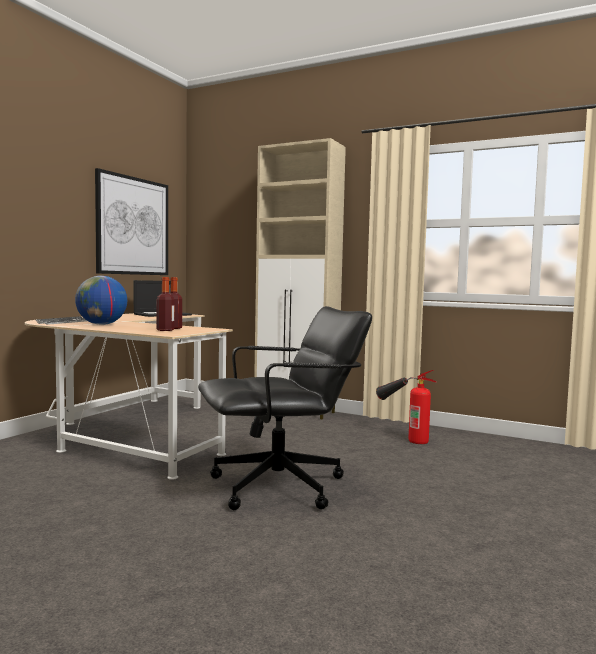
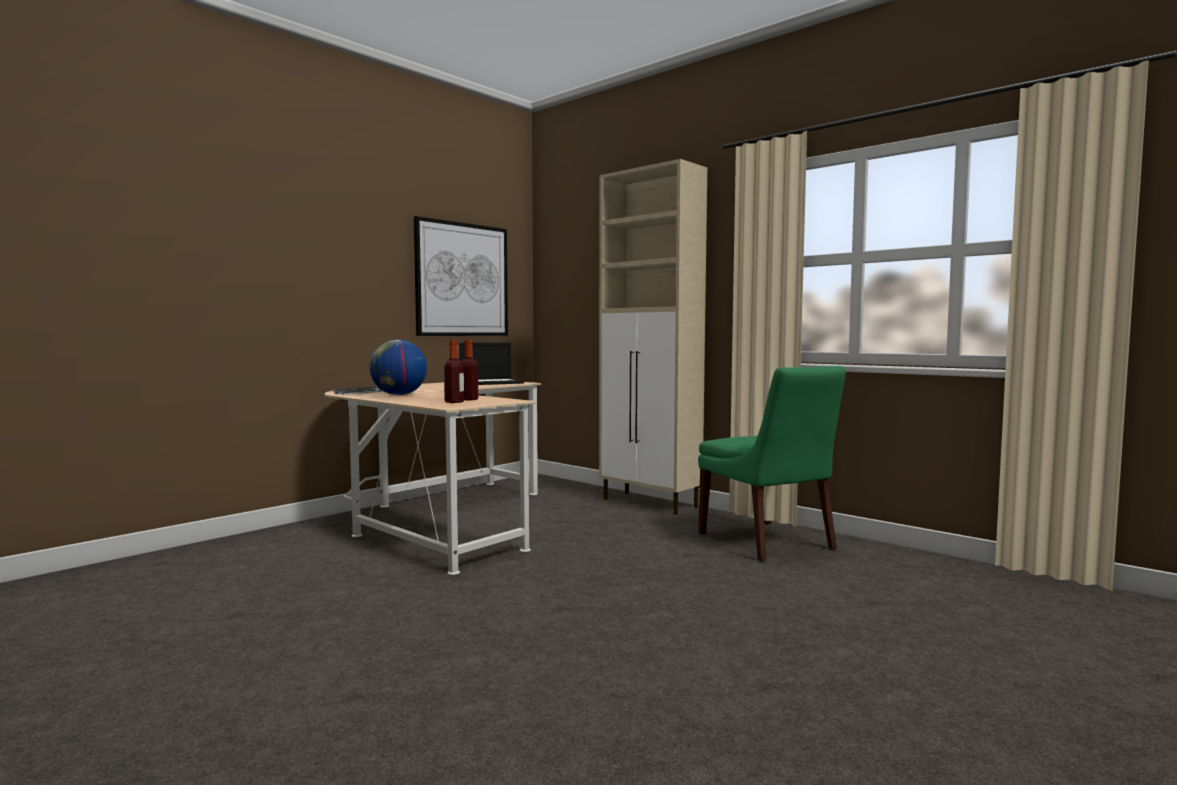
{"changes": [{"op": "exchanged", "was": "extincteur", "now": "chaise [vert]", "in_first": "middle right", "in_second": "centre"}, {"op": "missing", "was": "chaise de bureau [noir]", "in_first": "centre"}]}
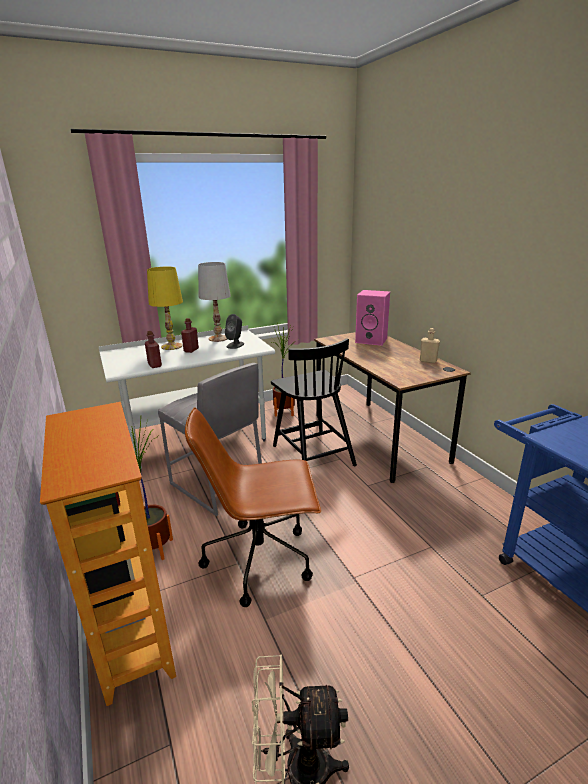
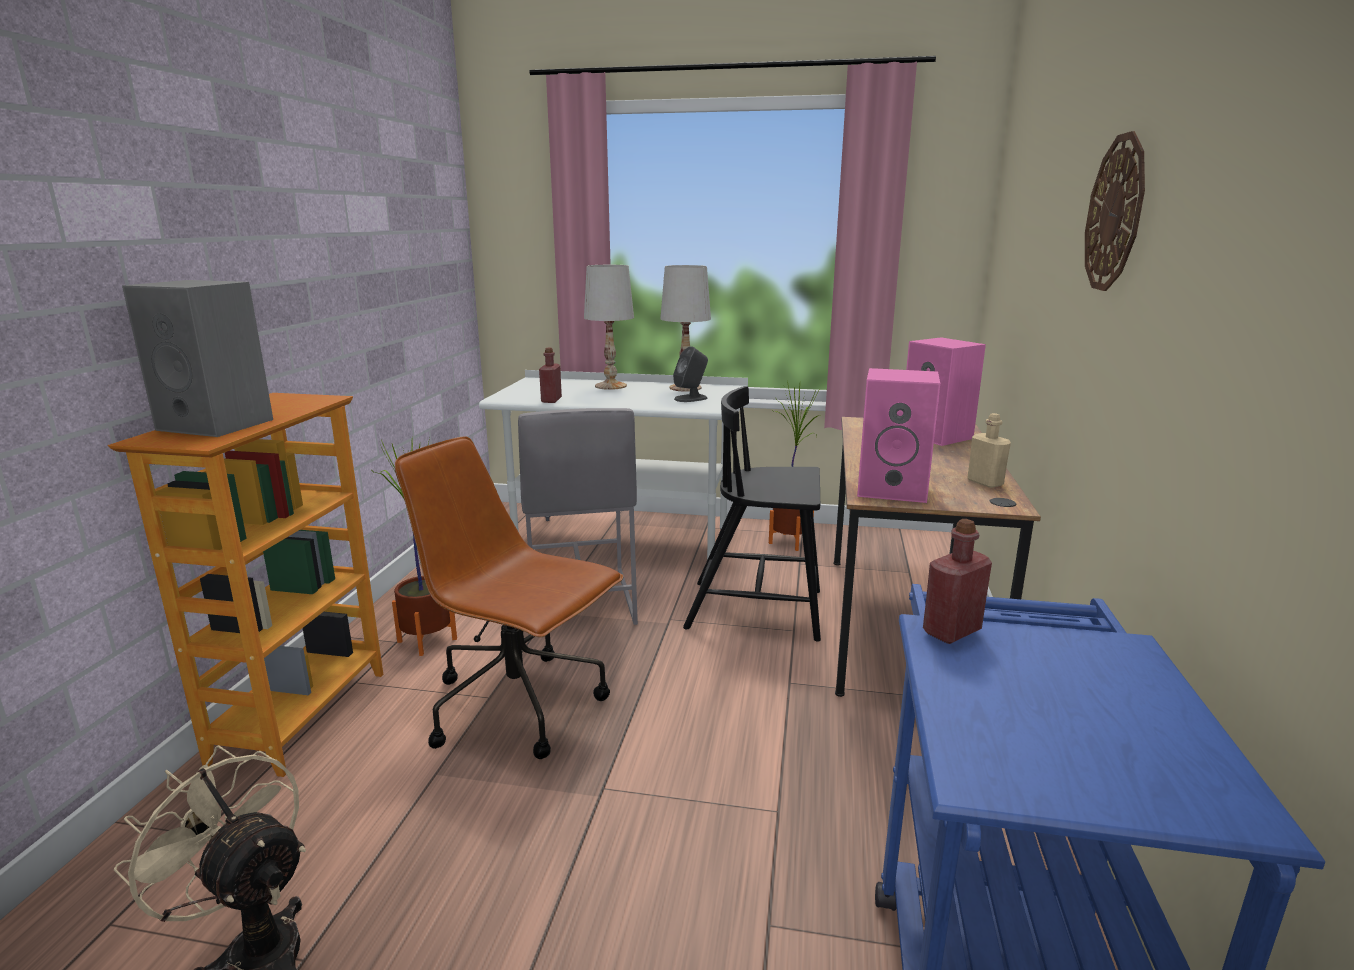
{"changes": [{"op": "appeared", "now": "enceinte [gris] (no. 1 from left)", "in_second": "middle left"}, {"op": "colour", "was": "lampe de table [jaune]", "now": "lampe de table [blanc] (no. 1 from left)", "in_first": "middle left", "in_second": "centre"}, {"op": "spun", "was": "chaise [noir]", "in_first": "centre", "in_second": "centre", "clockwise": 90}, {"op": "appeared", "now": "enceinte [rose] (no. 1 from left)", "in_second": "centre"}, {"op": "relocated", "was": "bouteille [rouge] (no. 2 from left)", "in_first": "middle left", "in_second": "middle right"}, {"op": "appeared", "now": "horloge murale", "in_second": "top right"}]}
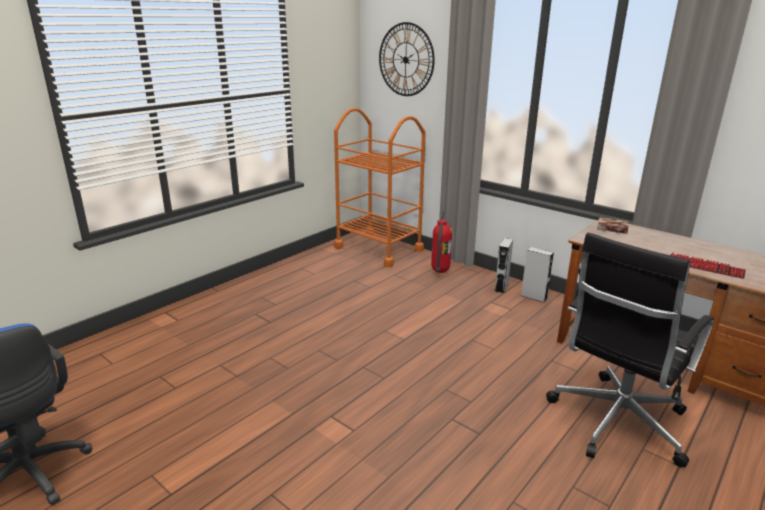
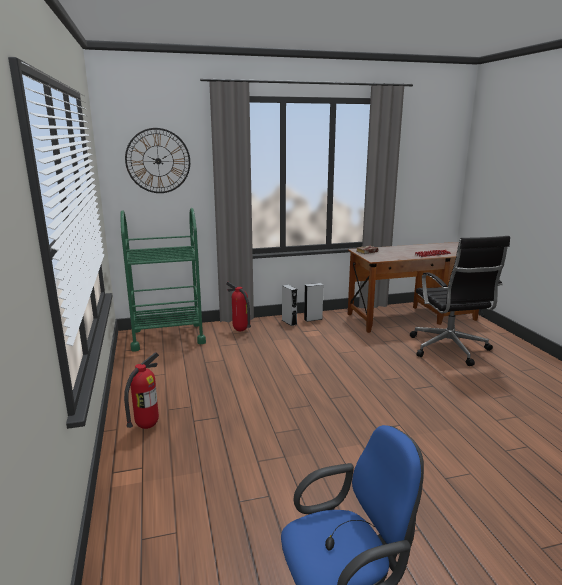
{"changes": [{"op": "colour", "was": "chariot [orange]", "now": "chariot [vert]", "in_first": "centre", "in_second": "middle left"}, {"op": "appeared", "now": "extincteur (no. 1 from left)", "in_second": "bottom left"}]}
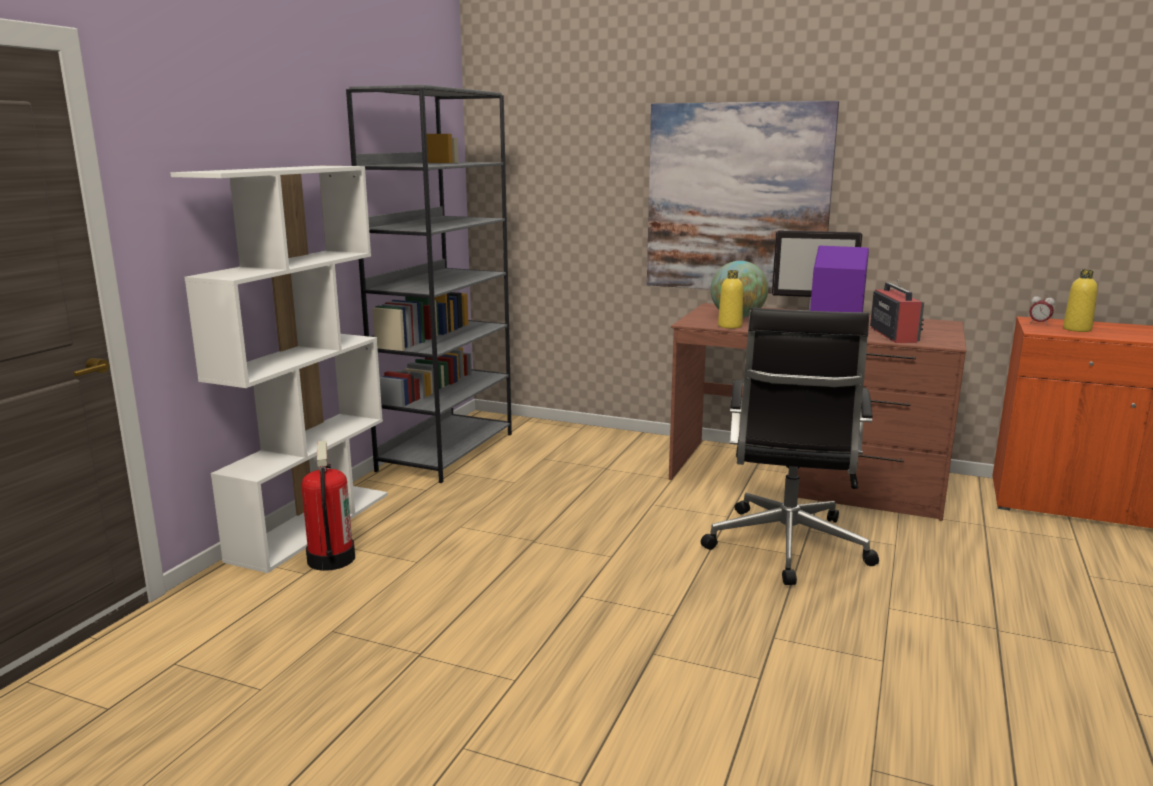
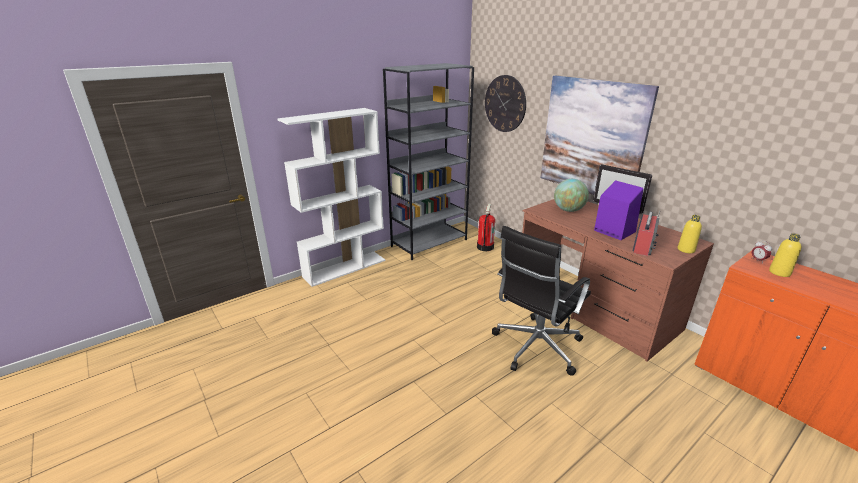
{"changes": [{"op": "relocated", "was": "extincteur", "in_first": "middle left", "in_second": "centre"}, {"op": "appeared", "now": "horloge murale", "in_second": "top centre"}, {"op": "relocated", "was": "bouteille [jaune] (no. 1 from left)", "in_first": "centre", "in_second": "middle right"}]}
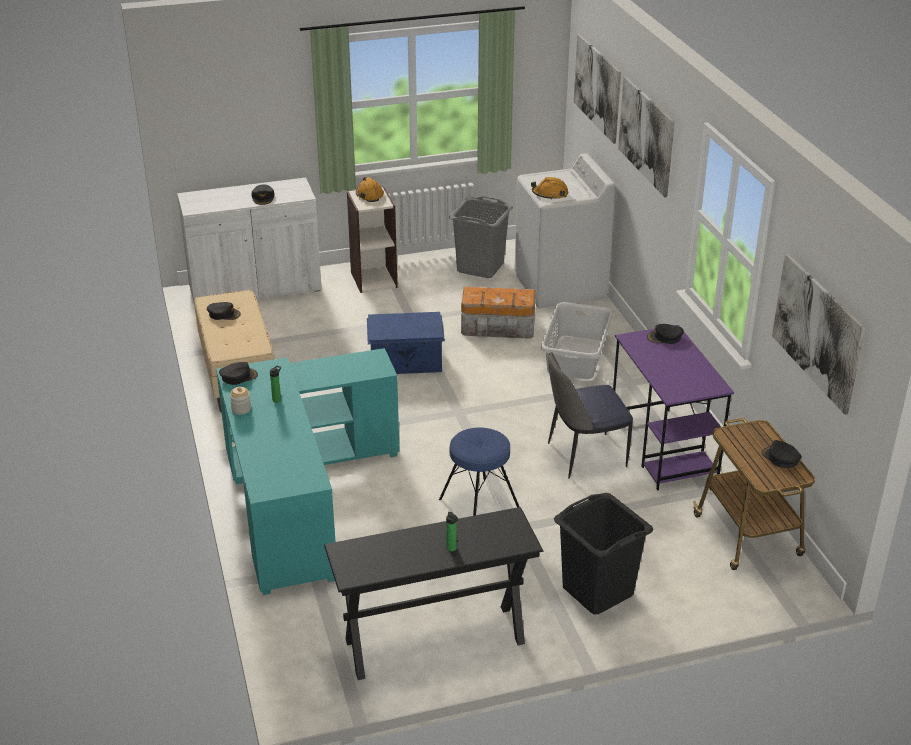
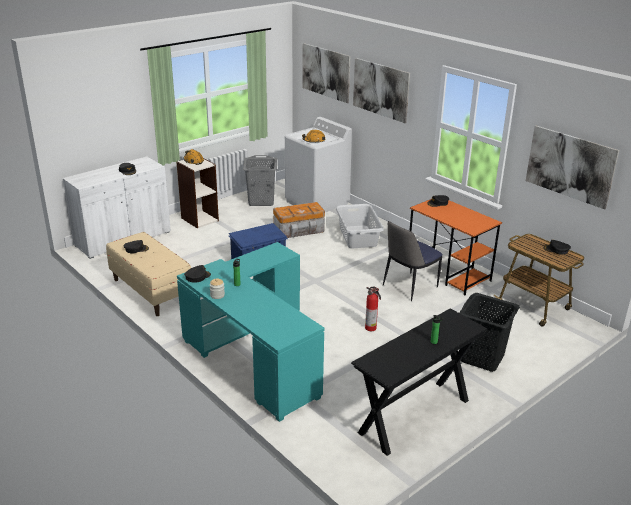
{"changes": [{"op": "exchanged", "was": "tabouret [bleu]", "now": "extincteur", "in_first": "centre", "in_second": "centre"}, {"op": "colour", "was": "bureau [violet]", "now": "bureau [orange]", "in_first": "middle right", "in_second": "middle right"}]}
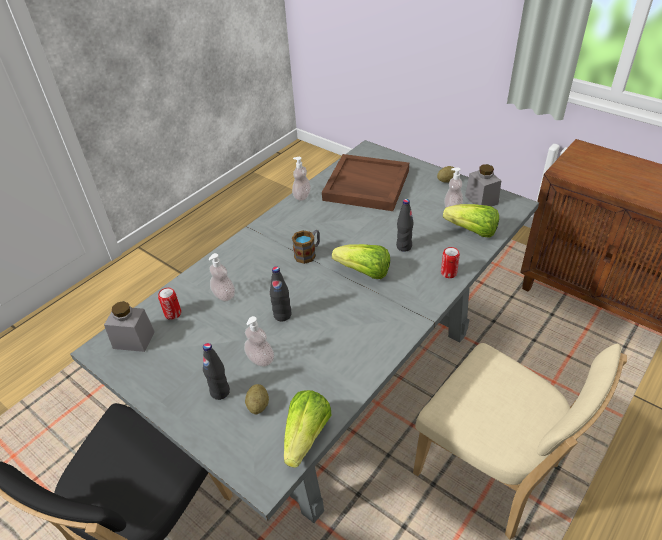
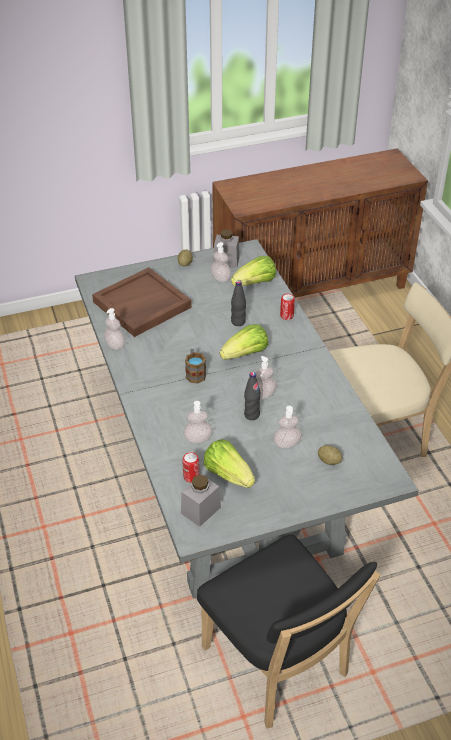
{"changes": [{"op": "relocated", "was": "laitue (no. 1 from left)", "in_first": "bottom centre", "in_second": "centre"}, {"op": "appeared", "now": "distributeur de savon (no. 4 from left)", "in_second": "centre"}, {"op": "missing", "was": "bouteille [noir] (no. 1 from left)", "in_first": "bottom left"}]}
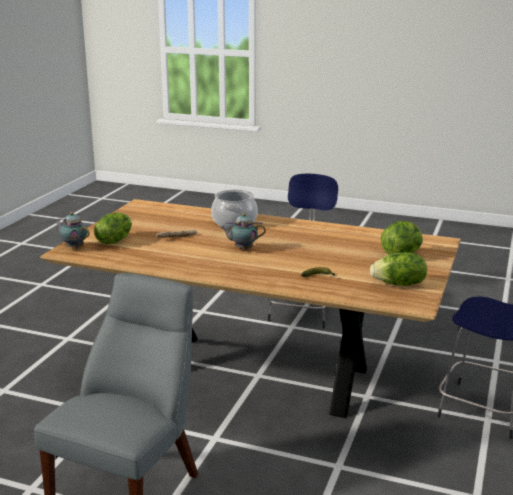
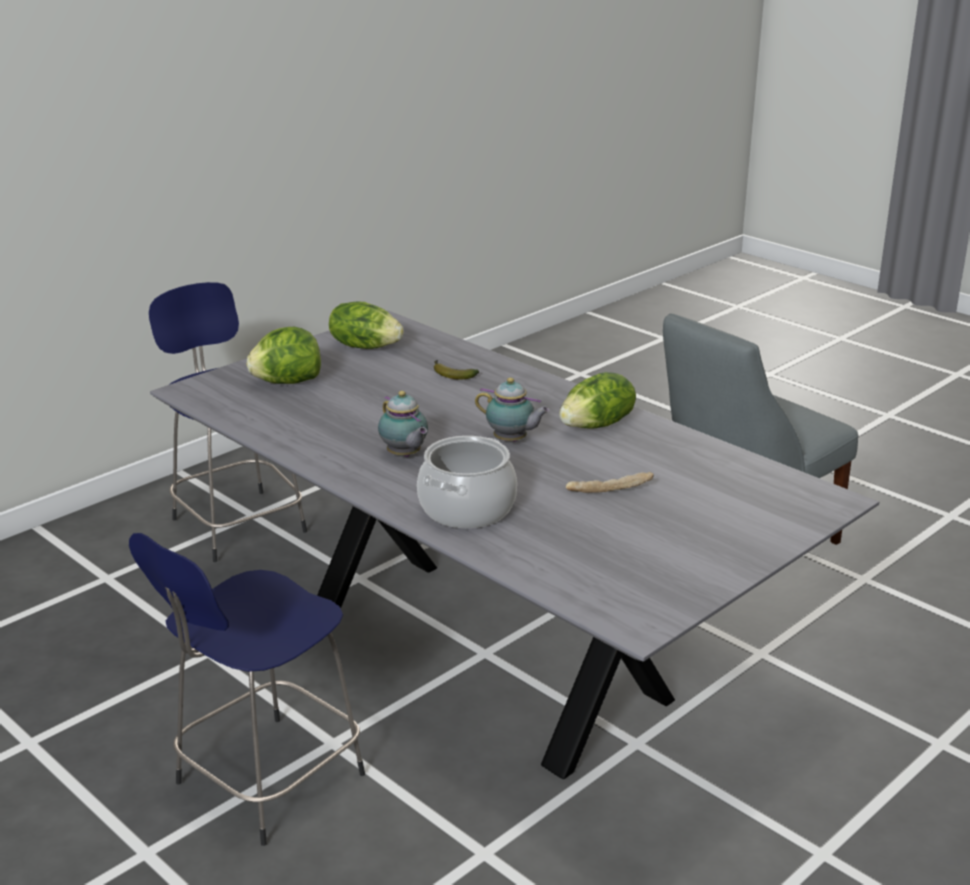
{"changes": [{"op": "colour", "was": "table à manger [marron]", "now": "table à manger [gris]", "in_first": "centre", "in_second": "centre"}, {"op": "relocated", "was": "théière (no. 1 from left)", "in_first": "middle left", "in_second": "centre"}, {"op": "relocated", "was": "laitue (no. 1 from left in the first image)", "now": "laitue (no. 3 from left)", "in_first": "middle left", "in_second": "centre"}]}
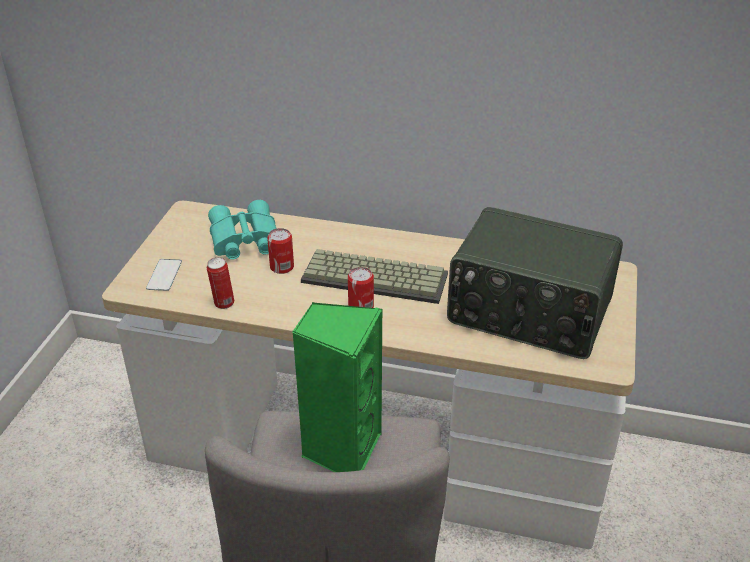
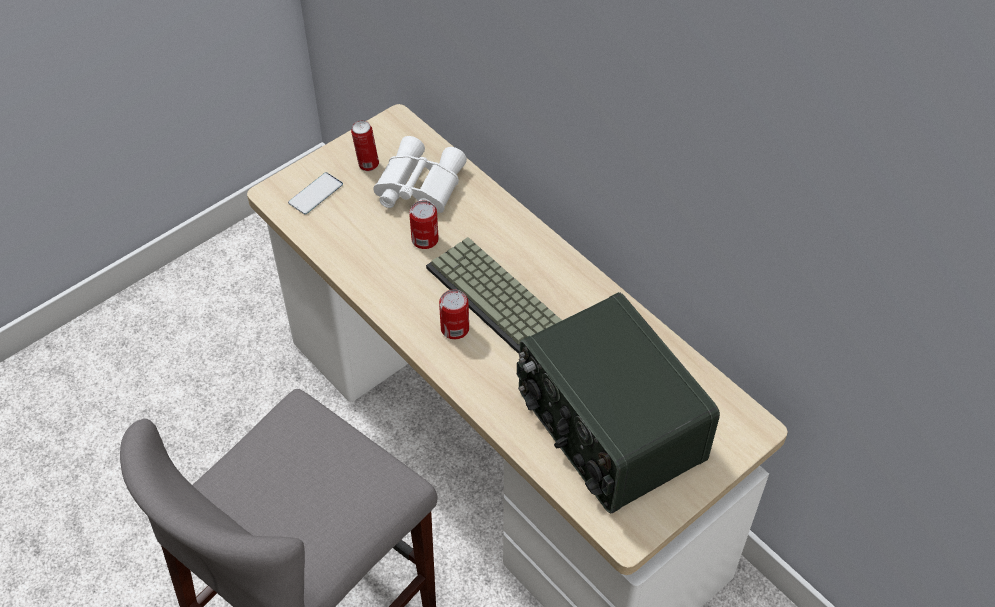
{"changes": [{"op": "relocated", "was": "boîte métallique (no. 1 from left)", "in_first": "middle left", "in_second": "top centre"}, {"op": "colour", "was": "jumelles [turquoise]", "now": "jumelles [blanc]", "in_first": "middle left", "in_second": "top centre"}, {"op": "missing", "was": "enceinte [vert]", "in_first": "bottom centre"}]}
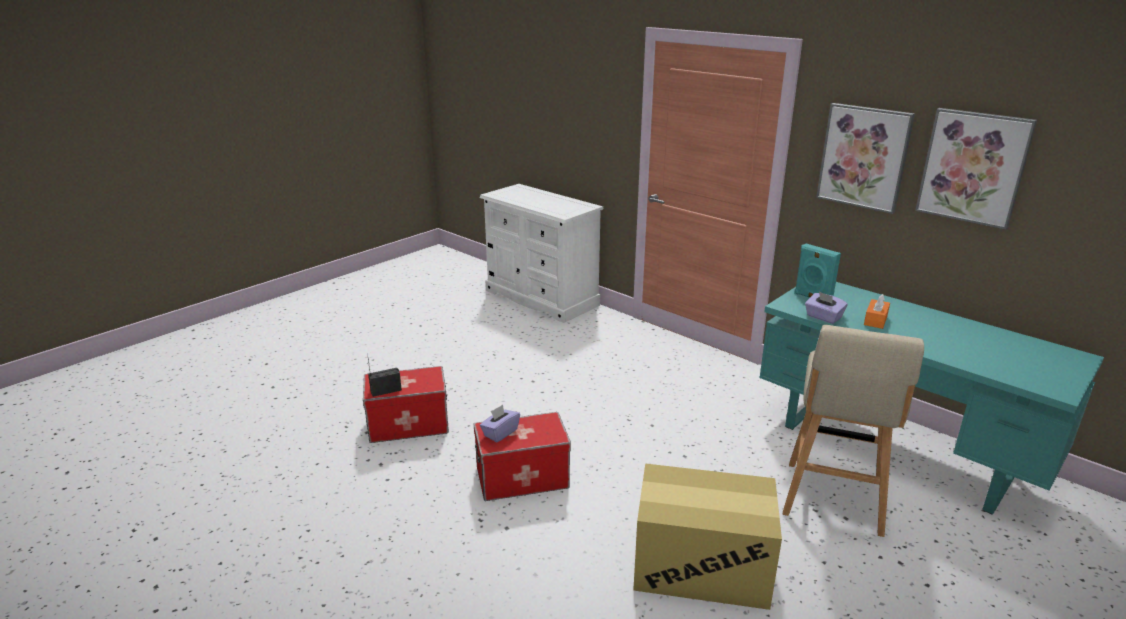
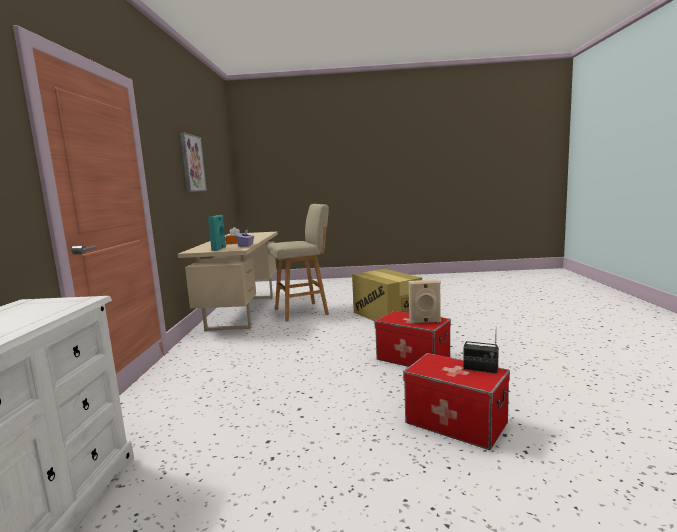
{"changes": [{"op": "colour", "was": "bureau [turquoise]", "now": "bureau [beige]", "in_first": "middle right", "in_second": "centre"}, {"op": "exchanged", "was": "boîte à mouchoirs [violet] (no. 1 from left)", "now": "enceinte [beige]", "in_first": "bottom centre", "in_second": "centre"}, {"op": "missing", "was": "tableau (no. 1 from left)", "in_first": "top right"}]}
